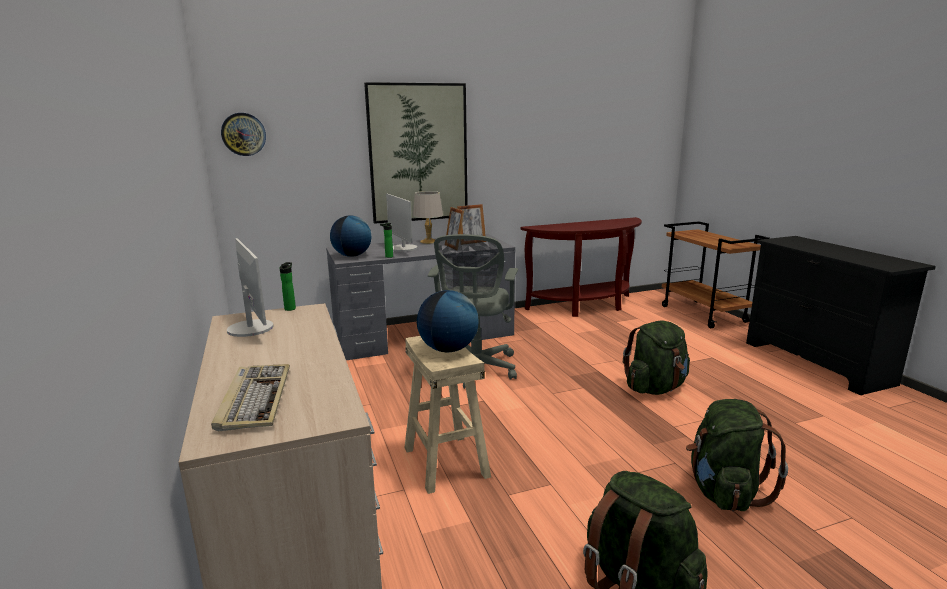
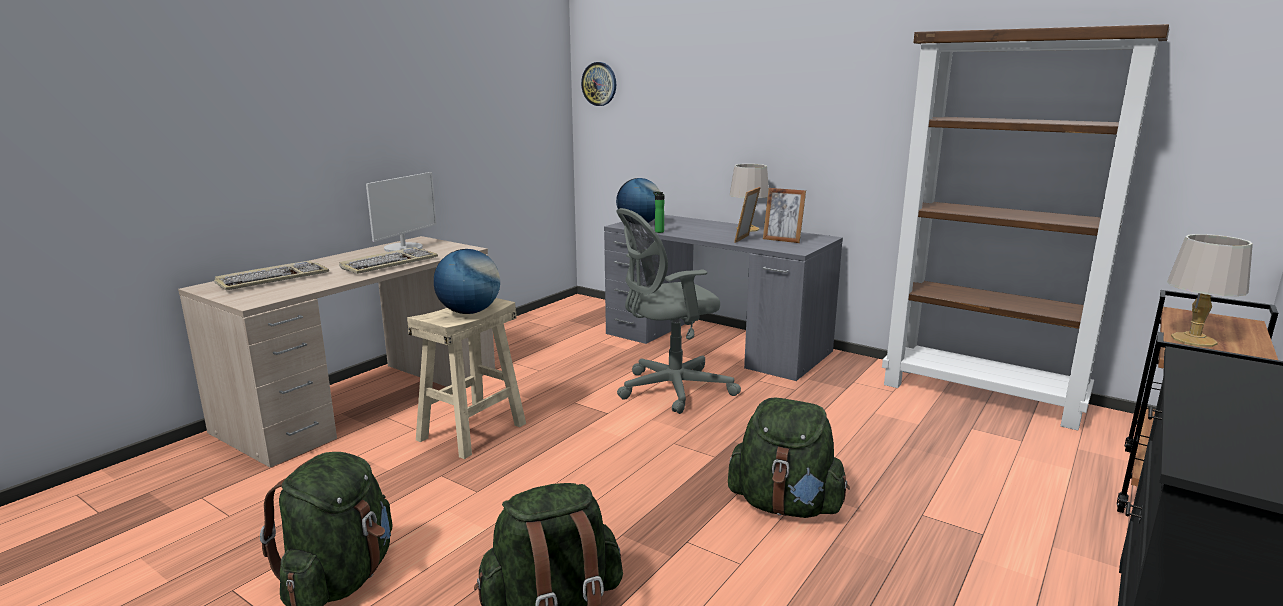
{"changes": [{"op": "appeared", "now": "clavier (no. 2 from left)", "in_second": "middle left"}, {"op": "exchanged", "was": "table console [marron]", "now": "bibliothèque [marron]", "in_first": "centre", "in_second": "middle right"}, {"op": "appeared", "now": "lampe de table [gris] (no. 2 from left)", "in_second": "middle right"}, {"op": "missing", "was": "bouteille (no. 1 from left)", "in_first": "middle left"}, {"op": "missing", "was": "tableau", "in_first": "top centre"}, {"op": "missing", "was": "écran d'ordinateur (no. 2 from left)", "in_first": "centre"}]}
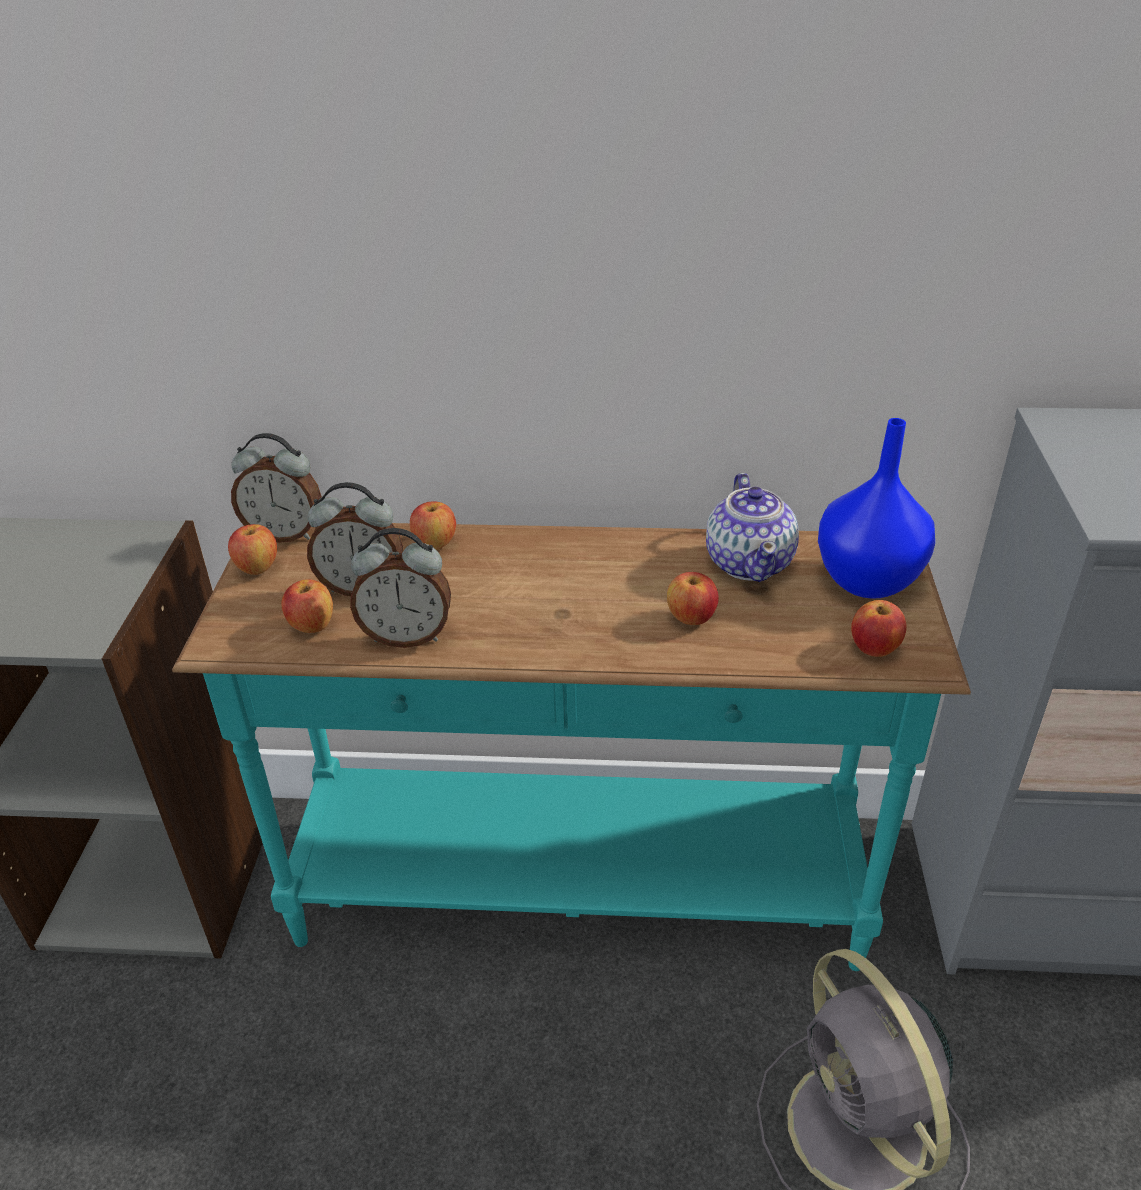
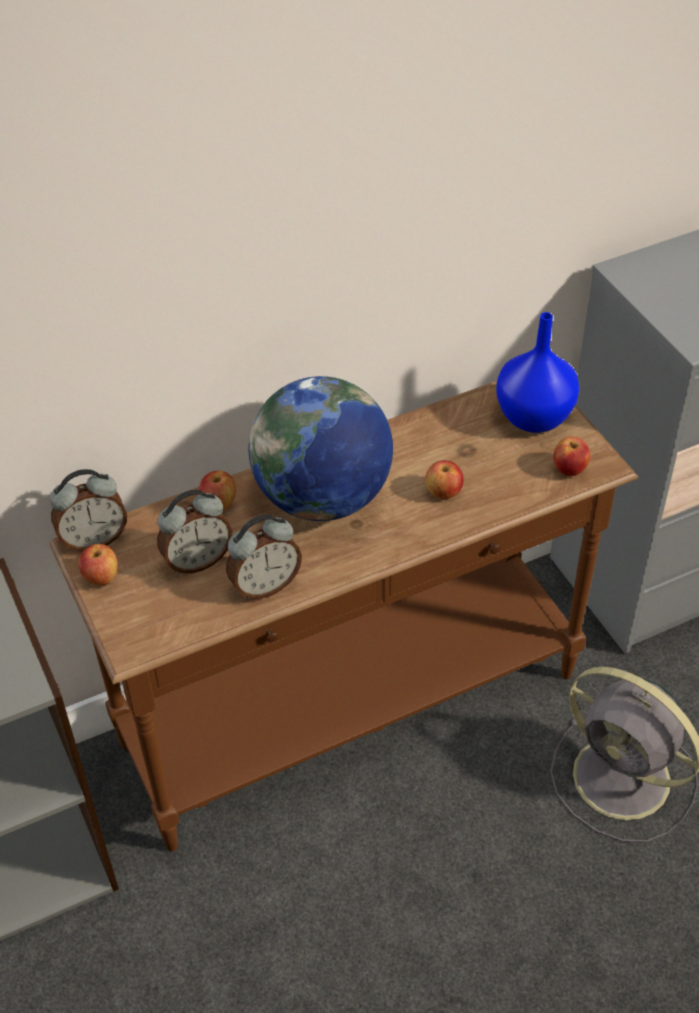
{"changes": [{"op": "colour", "was": "table console [turquoise]", "now": "table console [marron]", "in_first": "centre", "in_second": "centre"}, {"op": "appeared", "now": "globe", "in_second": "centre"}, {"op": "missing", "was": "pomme (no. 2 from left)", "in_first": "middle left"}, {"op": "missing", "was": "théière", "in_first": "centre"}]}
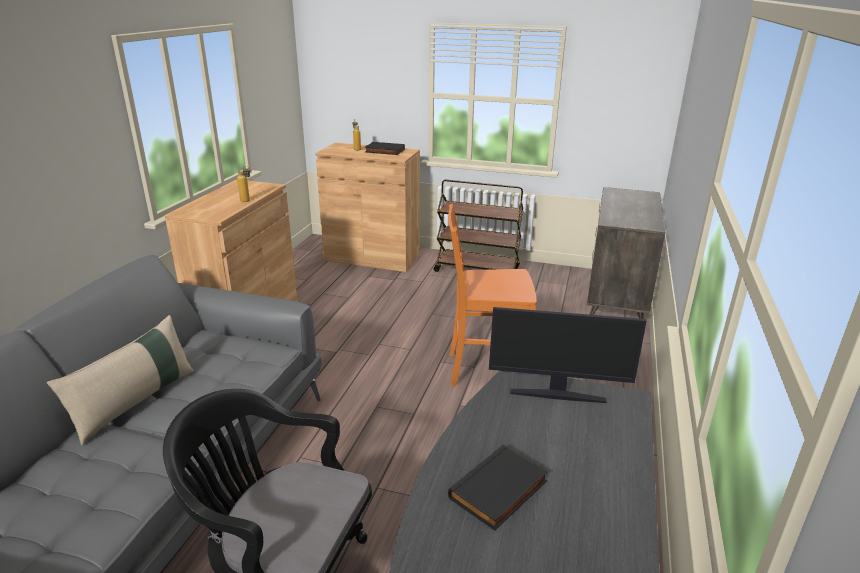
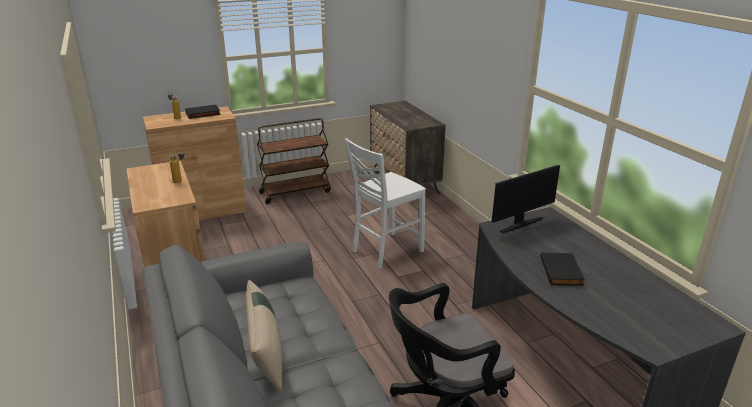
{"changes": [{"op": "colour", "was": "chaise [orange]", "now": "chaise [blanc]", "in_first": "centre", "in_second": "centre"}]}
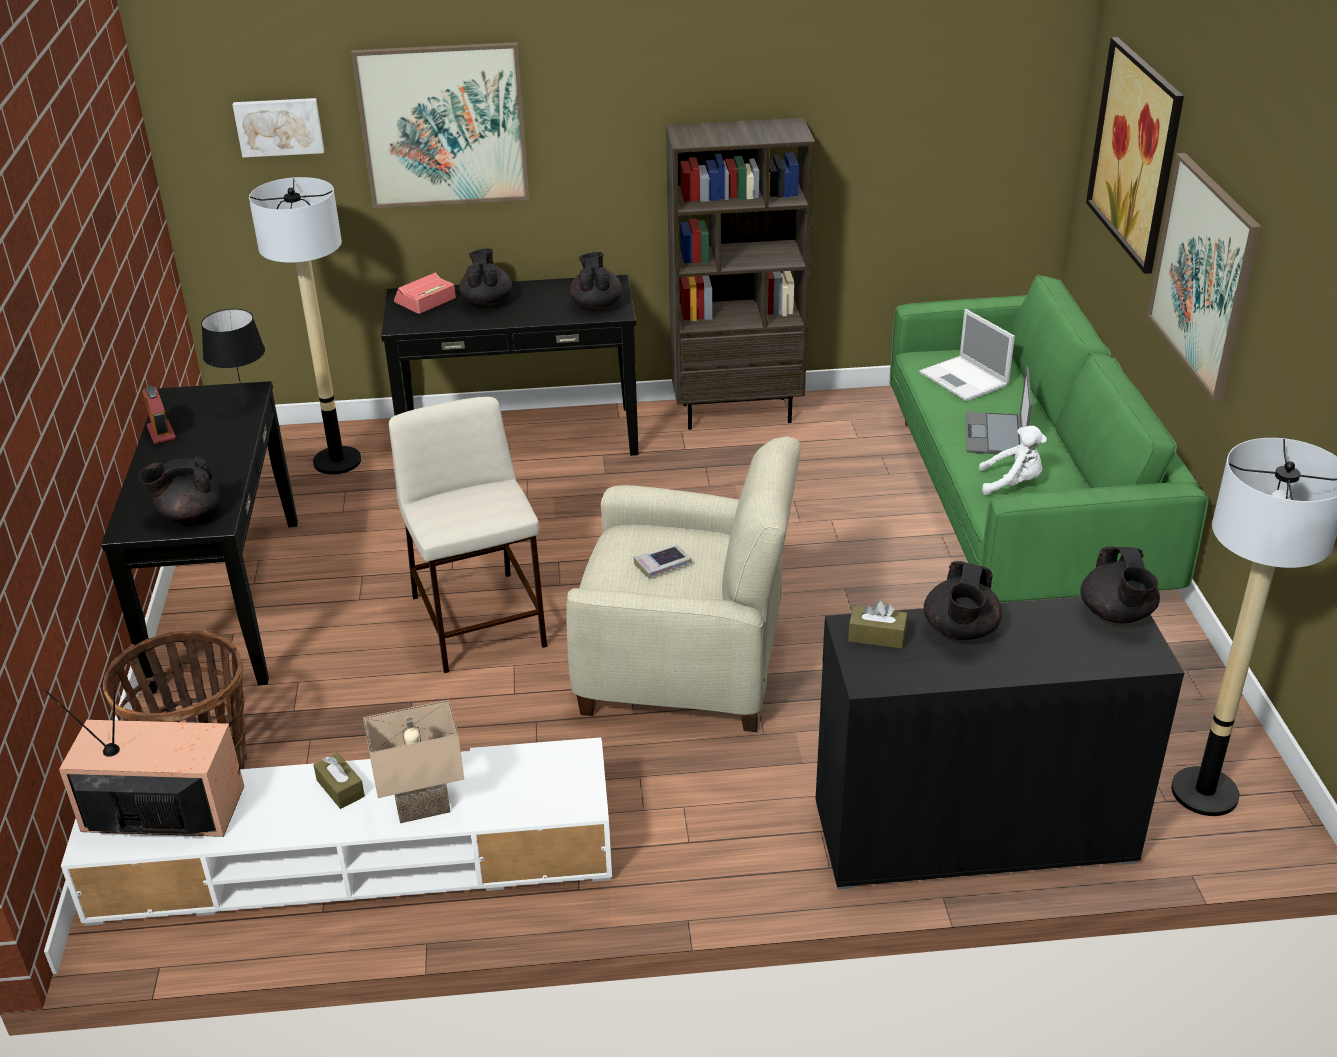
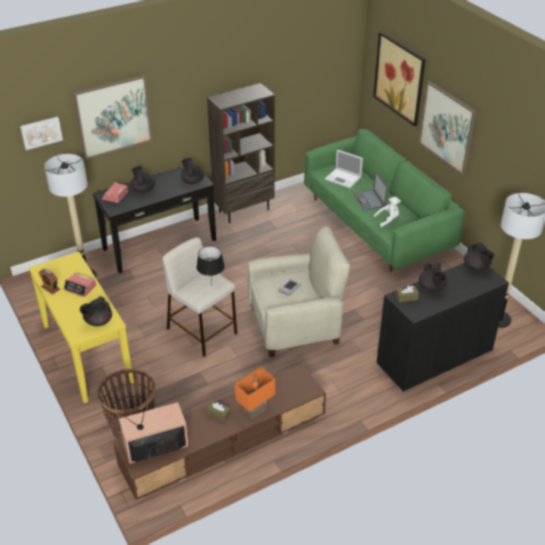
{"changes": [{"op": "colour", "was": "table console [noir] (no. 1 from left)", "now": "table console [jaune]", "in_first": "middle left", "in_second": "middle left"}, {"op": "appeared", "now": "réveil (no. 2 from left)", "in_second": "middle left"}, {"op": "colour", "was": "meuble télé [blanc]", "now": "meuble télé [marron]", "in_first": "bottom left", "in_second": "bottom centre"}, {"op": "relocated", "was": "lampe de table [noir]", "in_first": "middle left", "in_second": "centre"}, {"op": "colour", "was": "lampe de table [beige]", "now": "lampe de table [orange]", "in_first": "bottom left", "in_second": "bottom centre"}]}
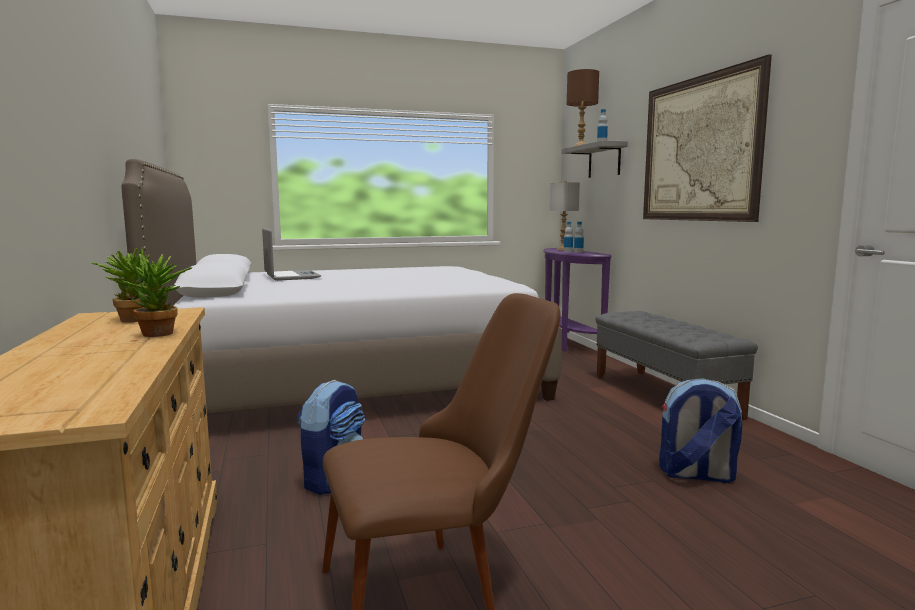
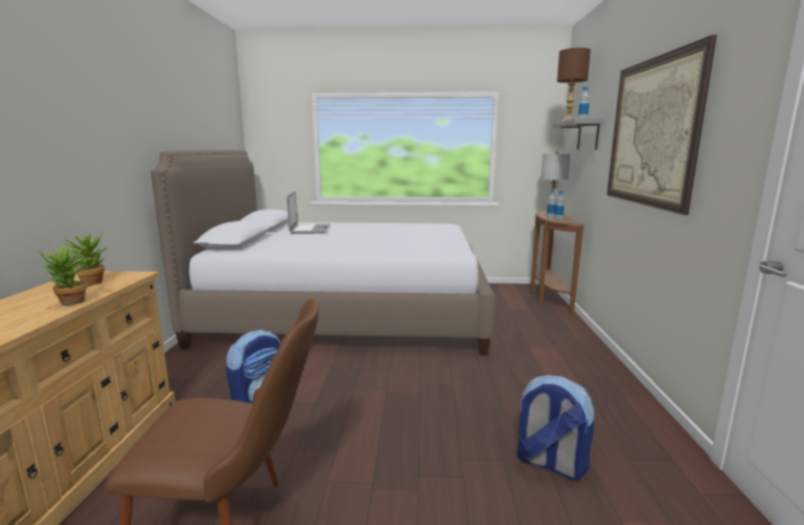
{"changes": [{"op": "colour", "was": "table console [violet]", "now": "table console [marron]", "in_first": "centre", "in_second": "middle right"}, {"op": "missing", "was": "banc [gris]", "in_first": "middle right"}]}
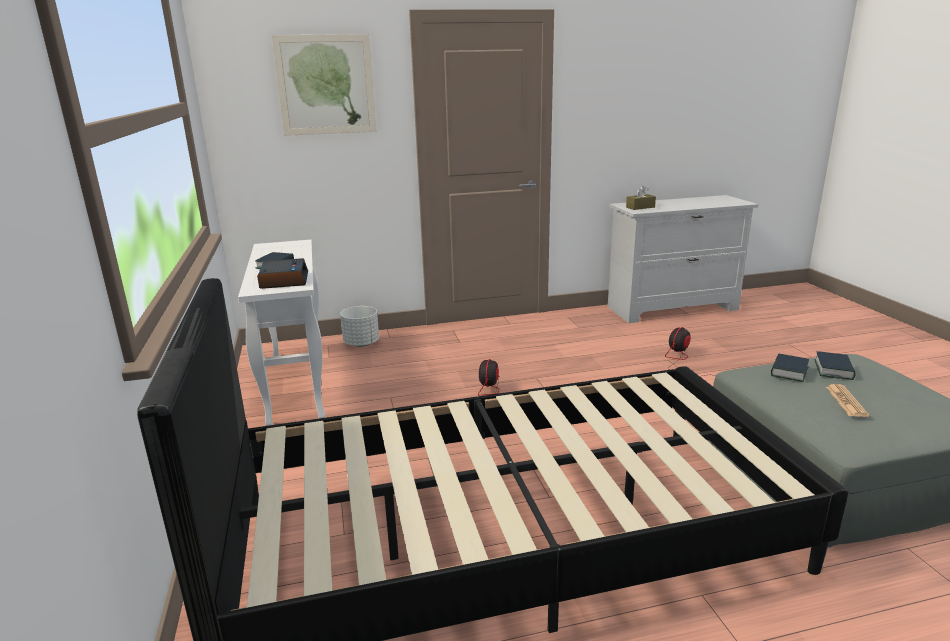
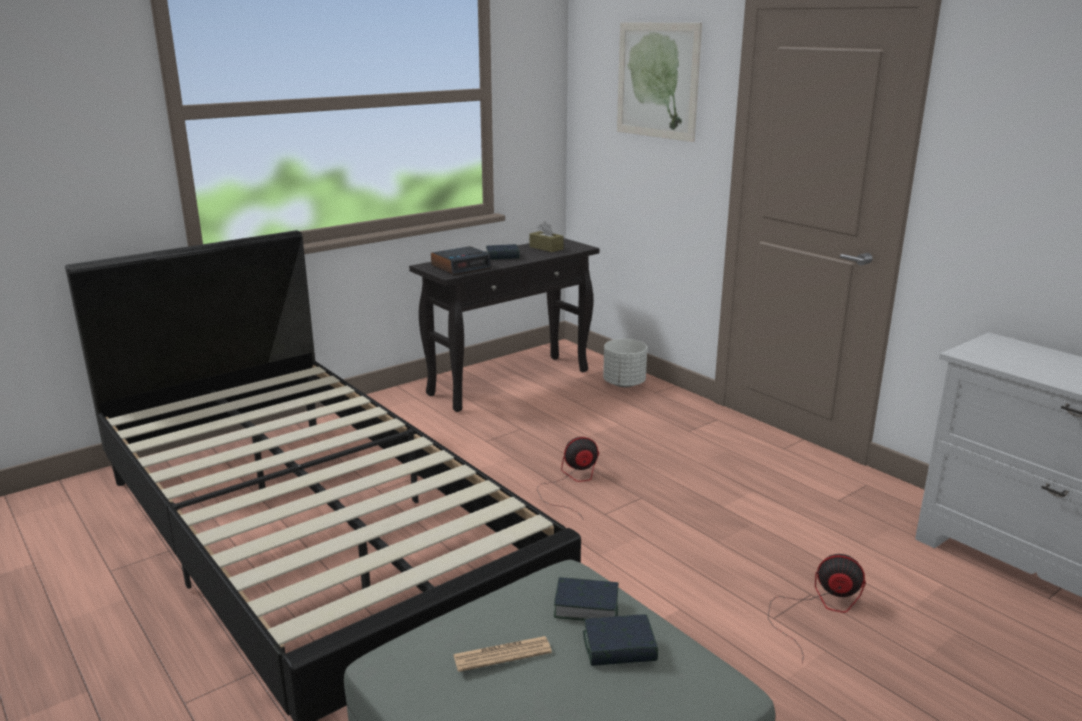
{"changes": [{"op": "colour", "was": "table console [blanc]", "now": "table console [noir]", "in_first": "middle left", "in_second": "centre"}, {"op": "relocated", "was": "boîte à mouchoirs [marron]", "in_first": "top right", "in_second": "top centre"}]}
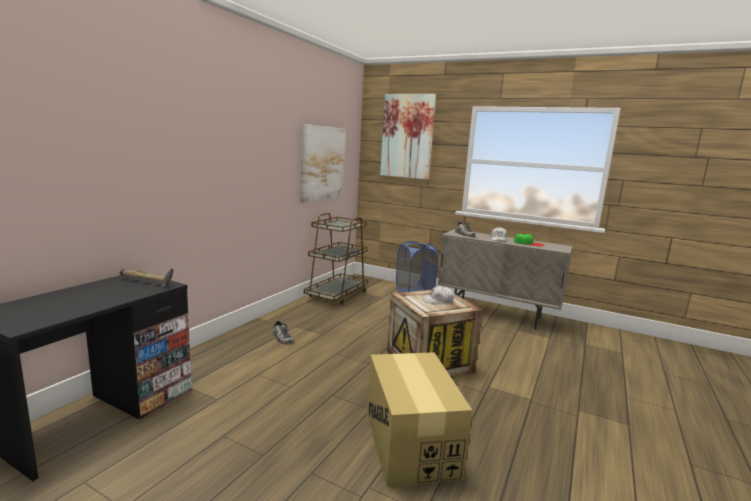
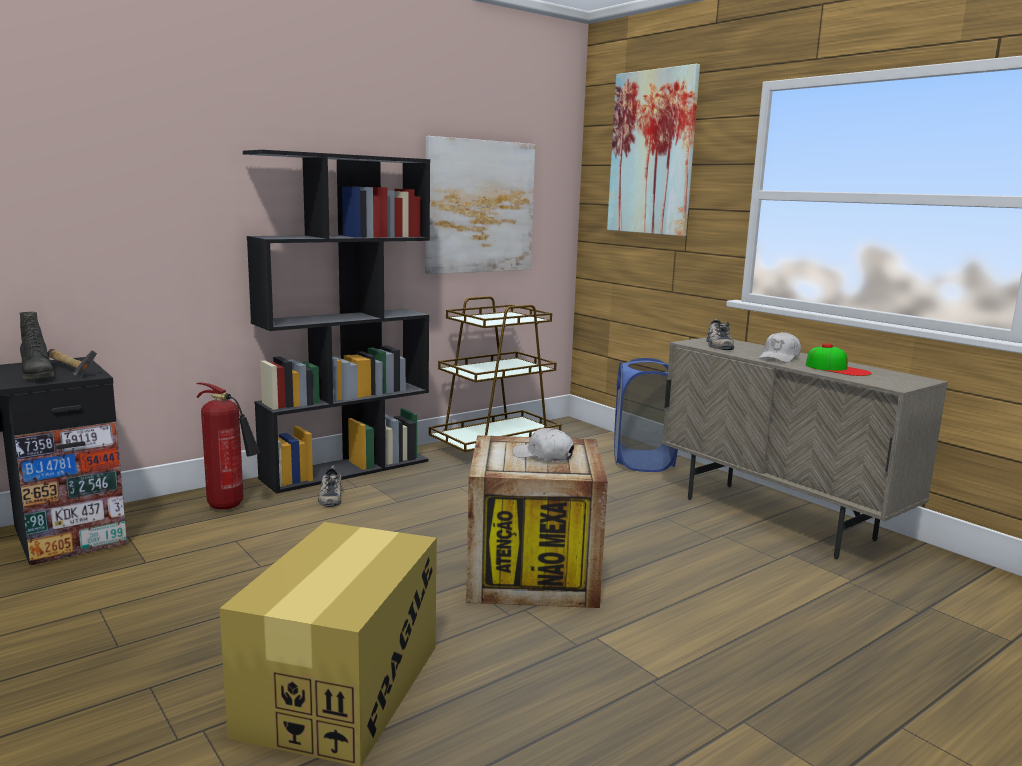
{"changes": [{"op": "appeared", "now": "botte [noir]", "in_second": "middle left"}, {"op": "appeared", "now": "extincteur", "in_second": "middle left"}, {"op": "appeared", "now": "bibliothèque [noir]", "in_second": "middle left"}]}
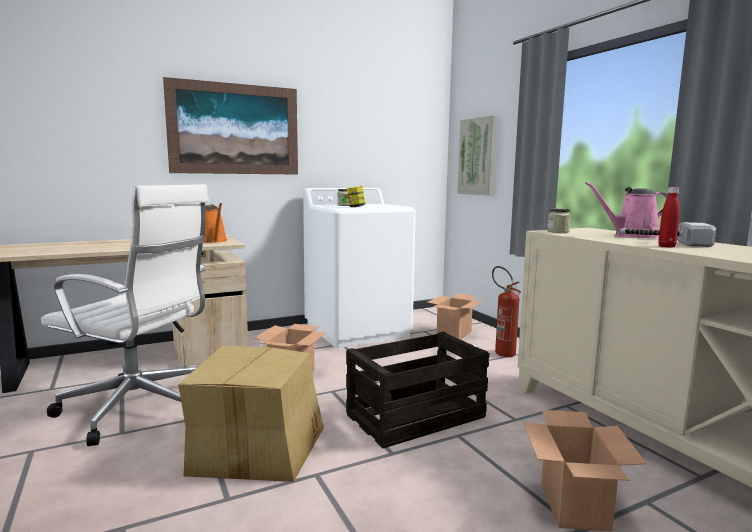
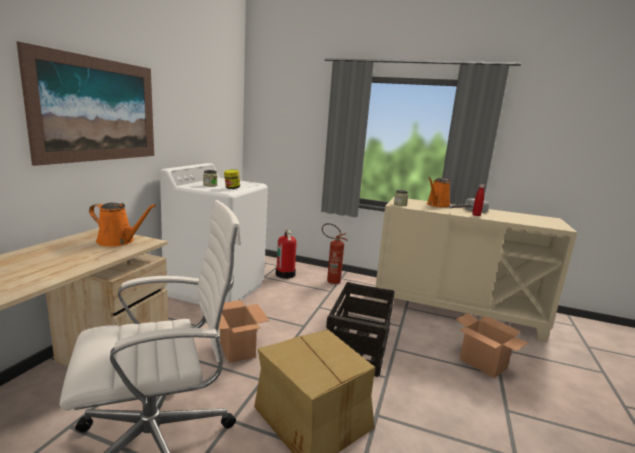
{"changes": [{"op": "exchanged", "was": "carton (no. 3 from left)", "now": "extincteur (no. 1 from left)", "in_first": "centre", "in_second": "centre"}, {"op": "colour", "was": "arrosoir [rose]", "now": "arrosoir [orange] (no. 2 from left)", "in_first": "middle right", "in_second": "middle right"}, {"op": "missing", "was": "tableau (no. 2 from left)", "in_first": "top centre"}]}
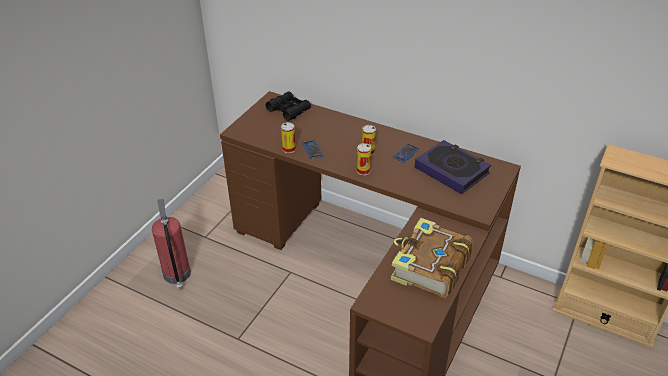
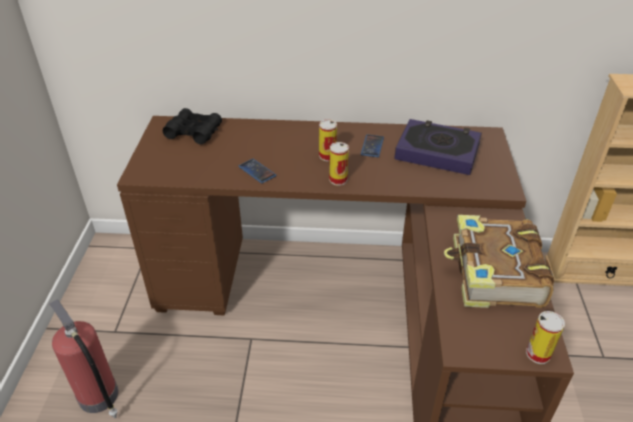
{"changes": [{"op": "relocated", "was": "boîte métallique (no. 1 from left in the first image)", "now": "boîte métallique (no. 3 from left)", "in_first": "centre", "in_second": "bottom right"}]}
